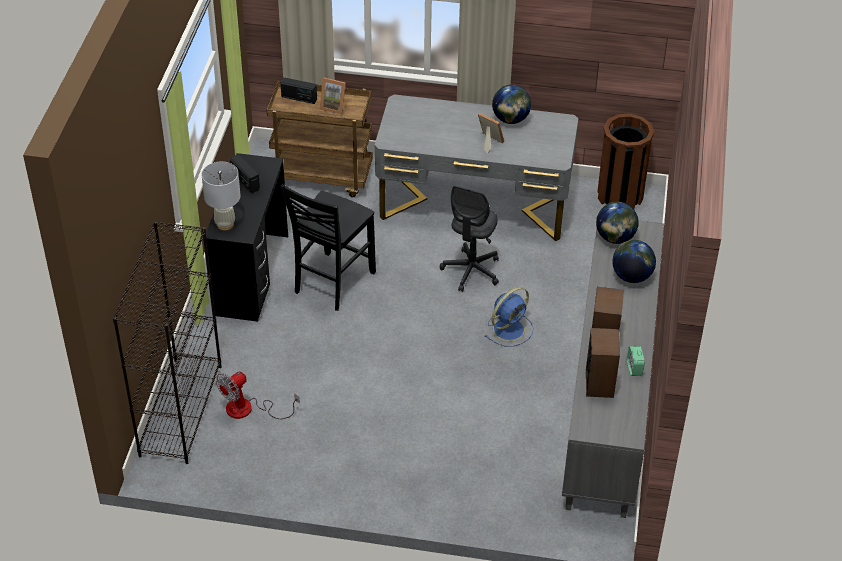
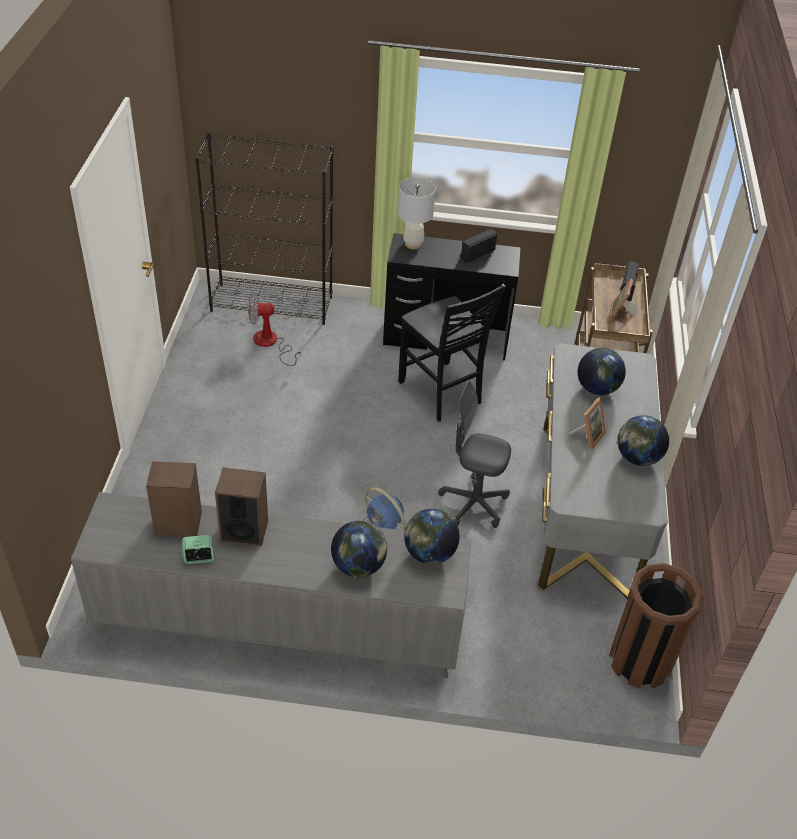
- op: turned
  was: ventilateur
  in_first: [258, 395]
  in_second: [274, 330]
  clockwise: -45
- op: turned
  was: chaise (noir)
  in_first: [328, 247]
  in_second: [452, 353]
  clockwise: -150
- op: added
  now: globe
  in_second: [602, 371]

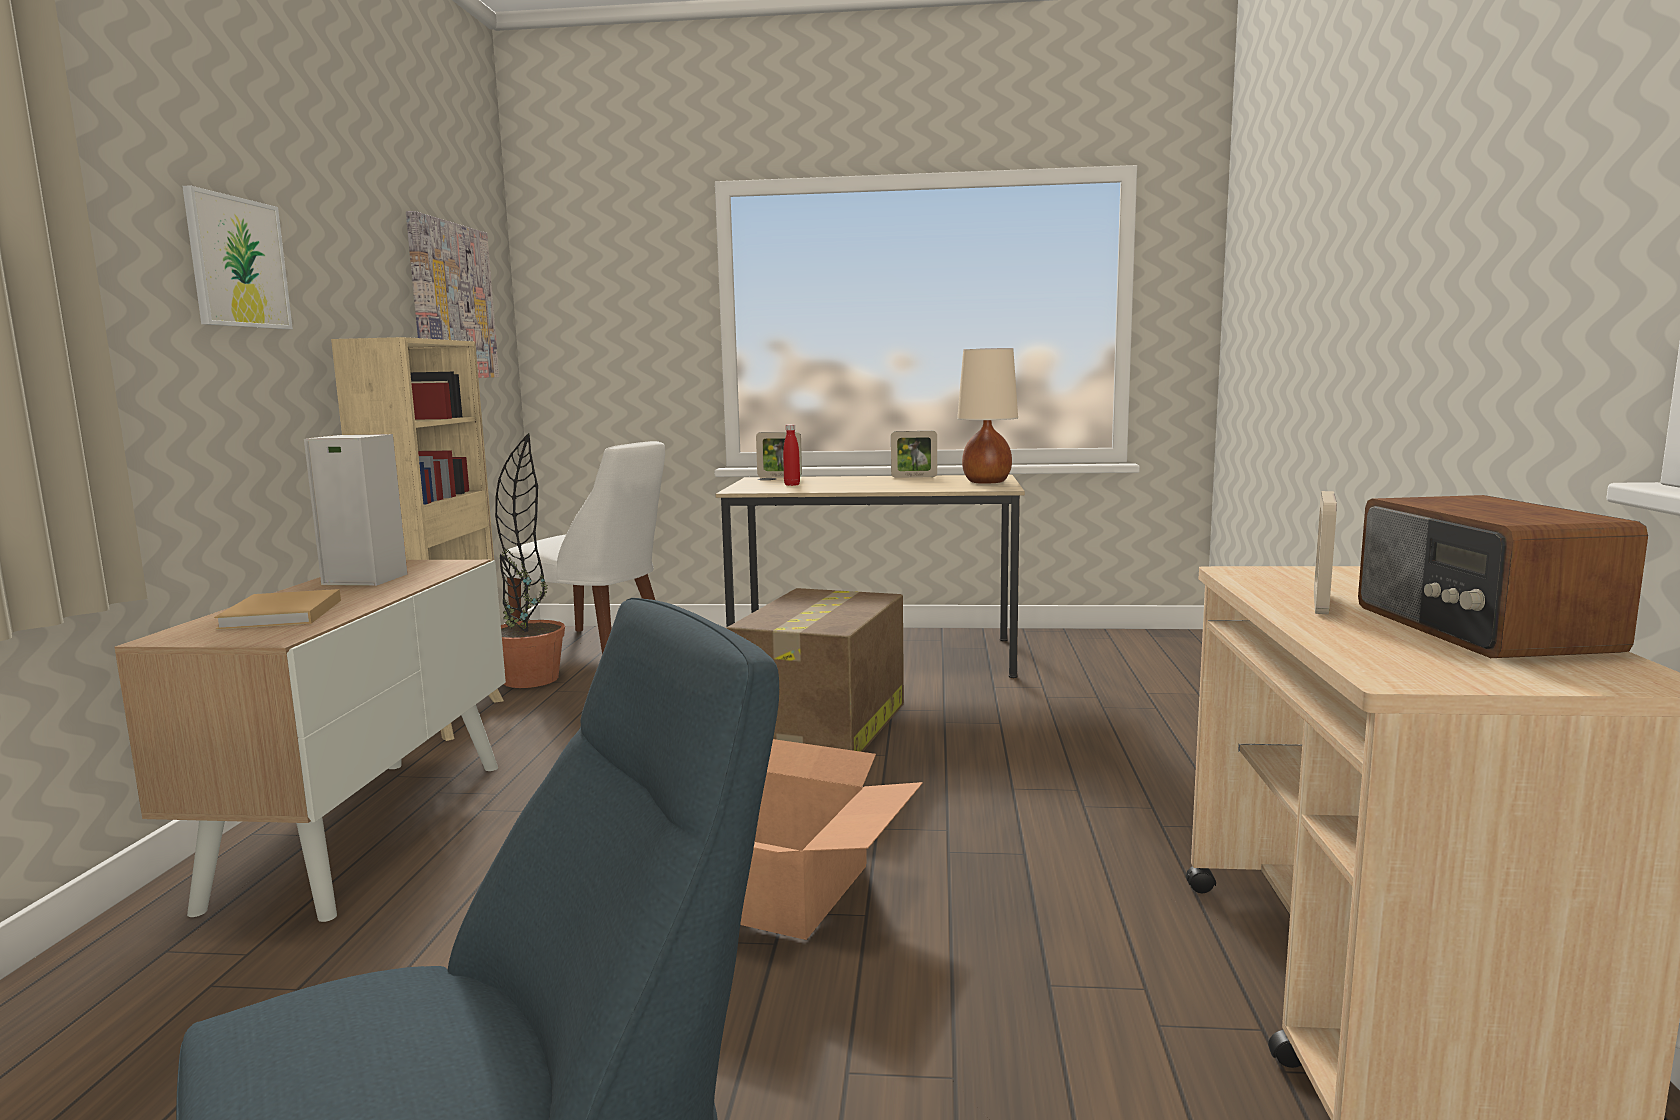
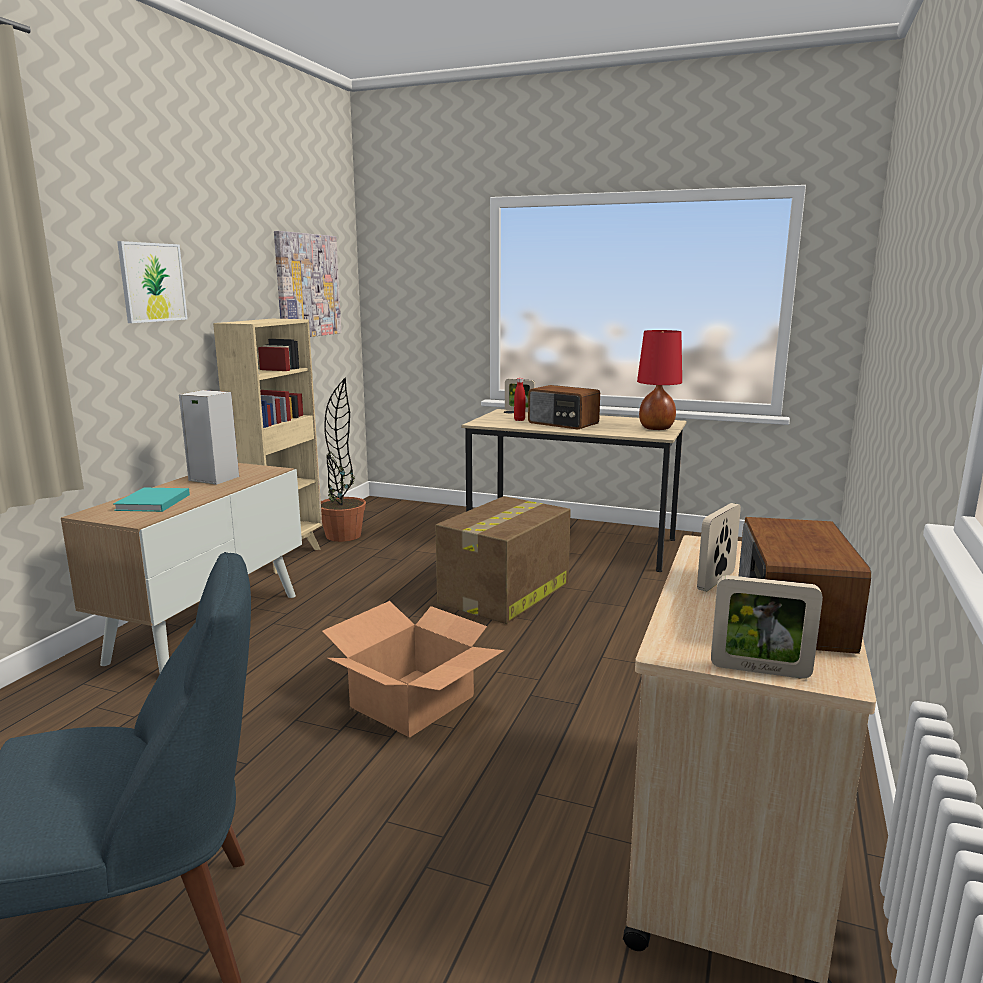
- op: recoloured
  was: livre (beige)
  now: livre (turquoise)
  in_first: [277, 609]
  in_second: [151, 500]
- op: removed
  was: chaise (blanc)
  in_first: [584, 547]
- op: moved
  was: cadre photo
  in_first: [914, 454]
  in_second: [767, 627]
- op: recoloured
  was: lampe de table (beige)
  now: lampe de table (rouge)
  in_first: [987, 415]
  in_second: [659, 380]
- op: added
  now: radio
  in_second: [564, 407]

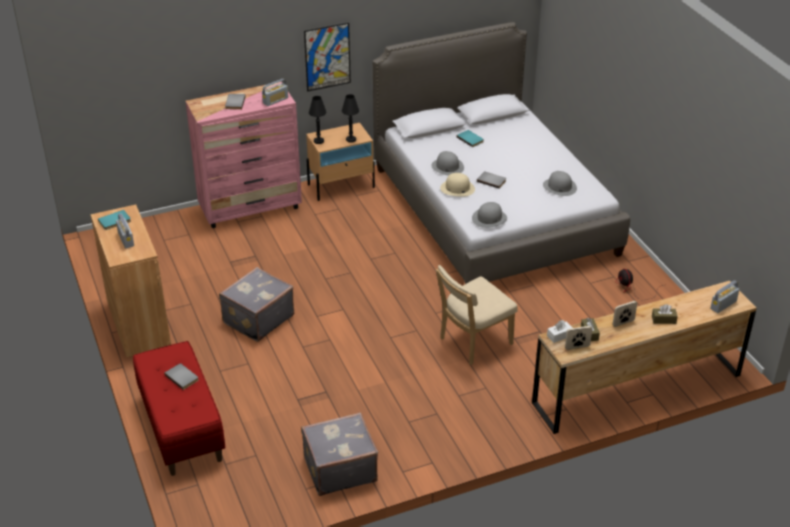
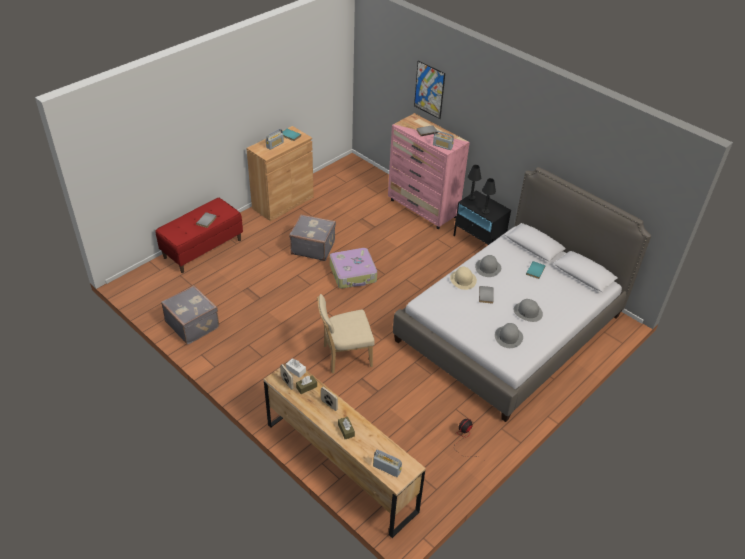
- op: moved
  was: tableau
  in_first: [327, 57]
  in_second: [429, 89]
- op: recoloured
  was: table de chevet (beige)
  now: table de chevet (noir)
  in_first: [340, 162]
  in_second: [482, 217]
- op: turned
  was: chaise (beige)
  in_first: [477, 315]
  in_second: [346, 334]
  clockwise: -45
- op: moved
  was: chapeau (gris)
  in_first: [489, 215]
  in_second: [528, 310]
- op: added
  now: valise
  in_second: [353, 268]

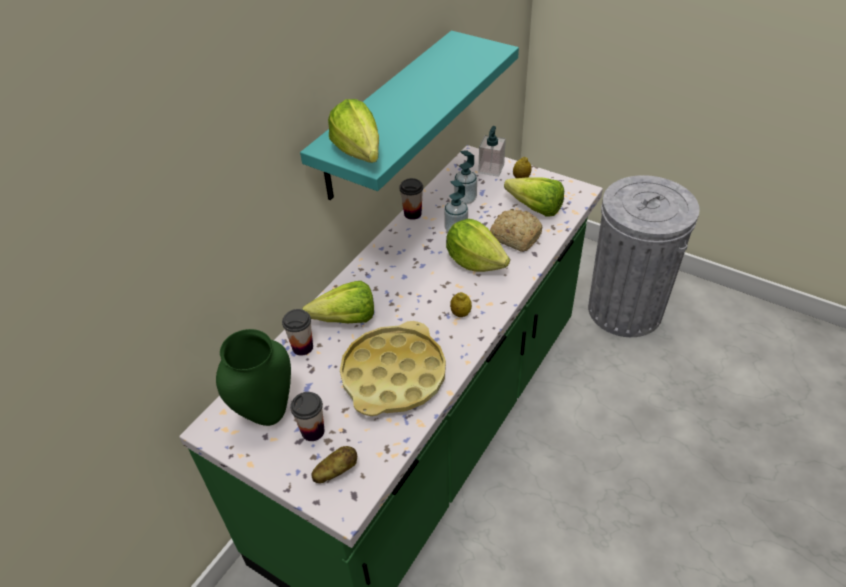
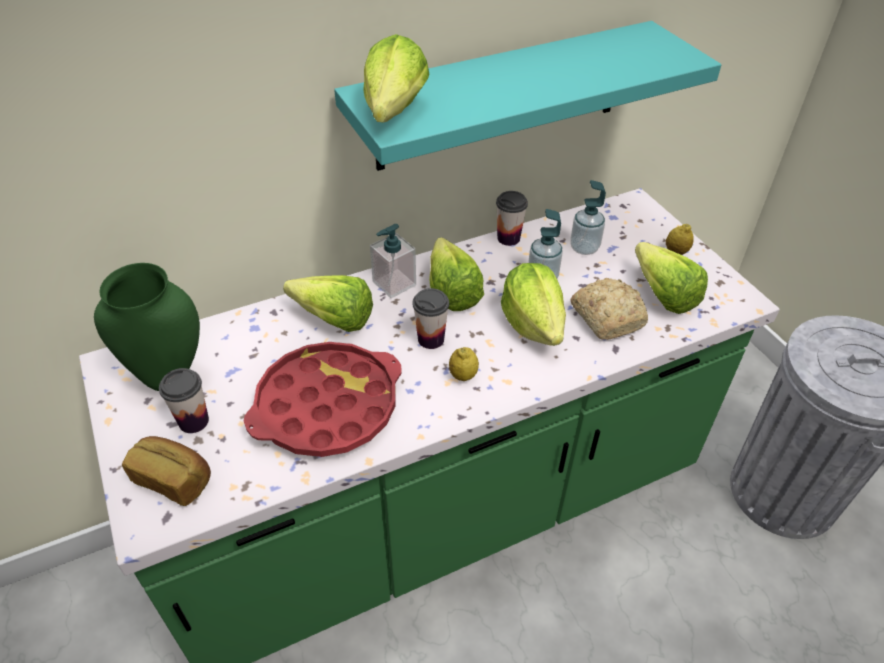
- op: moved
  was: tasse
  in_first: [297, 332]
  in_second: [431, 318]
- op: replaced
  was: pomme de terre
  now: pain
  in_first: [334, 464]
  in_second: [166, 471]
- op: recoloured
  was: plateau (jaune)
  now: plateau (rouge)
  in_first: [393, 368]
  in_second: [323, 399]
- op: moved
  was: distributeur de savon
  in_first: [492, 151]
  in_second: [393, 261]
- op: added
  now: laitue
  in_second: [456, 274]

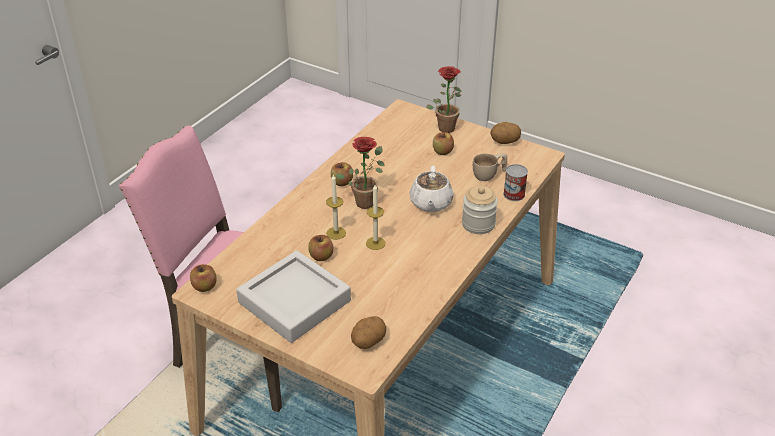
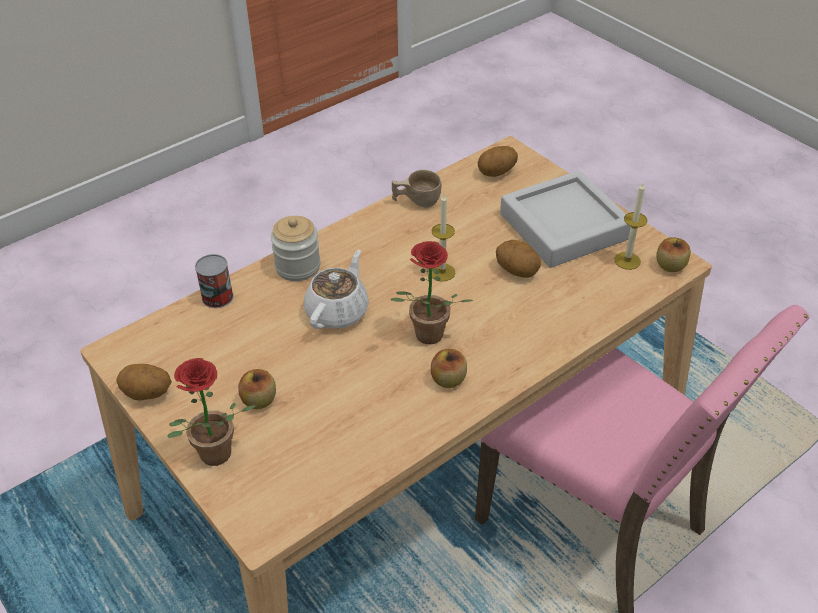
- op: replaced
  was: pomme
  now: pomme de terre
  in_first: [321, 248]
  in_second: [518, 259]
- op: moved
  was: bougie
  in_first: [336, 207]
  in_second: [630, 226]
- op: moved
  was: tasse (beige)
  in_first: [490, 167]
  in_second: [416, 189]

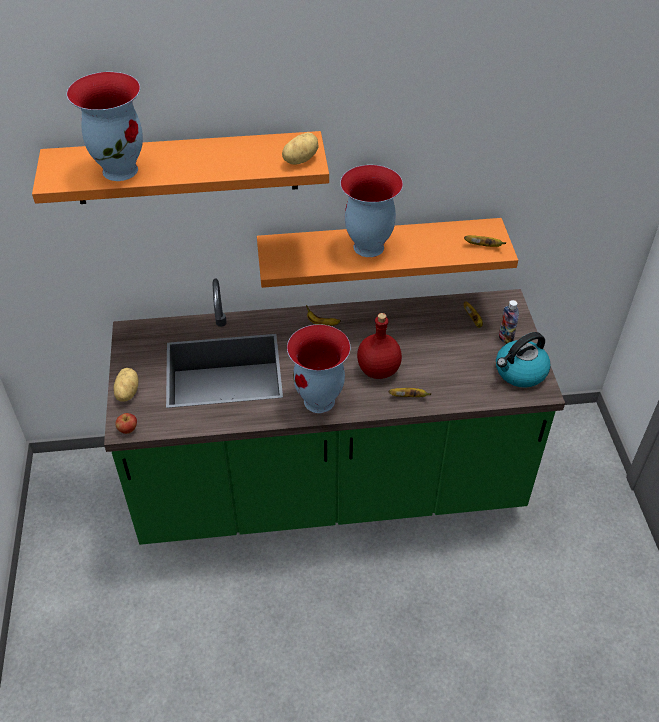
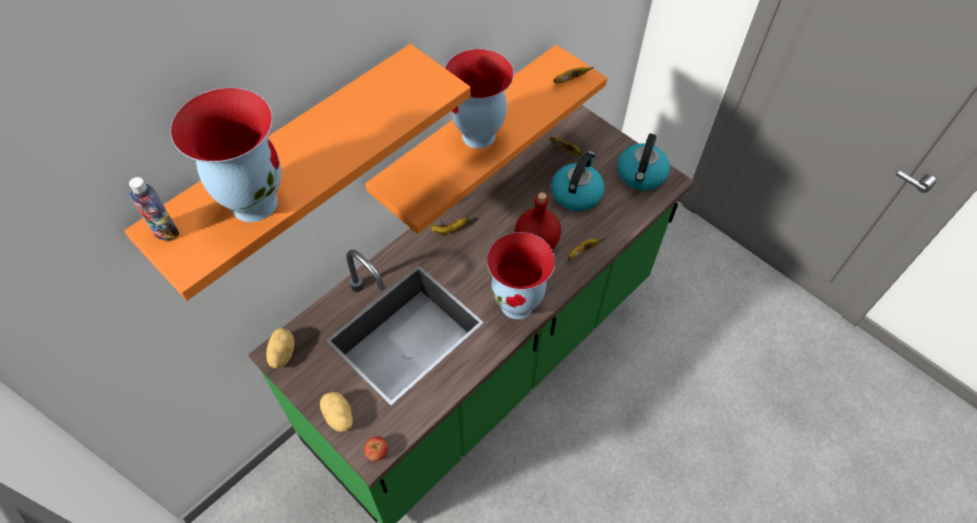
- op: moved
  was: pomme de terre
  in_first: [300, 148]
  in_second: [280, 348]
- op: moved
  was: bouteille
  in_first: [509, 322]
  in_second: [154, 209]
- op: added
  now: bouilloire
  in_second: [577, 181]

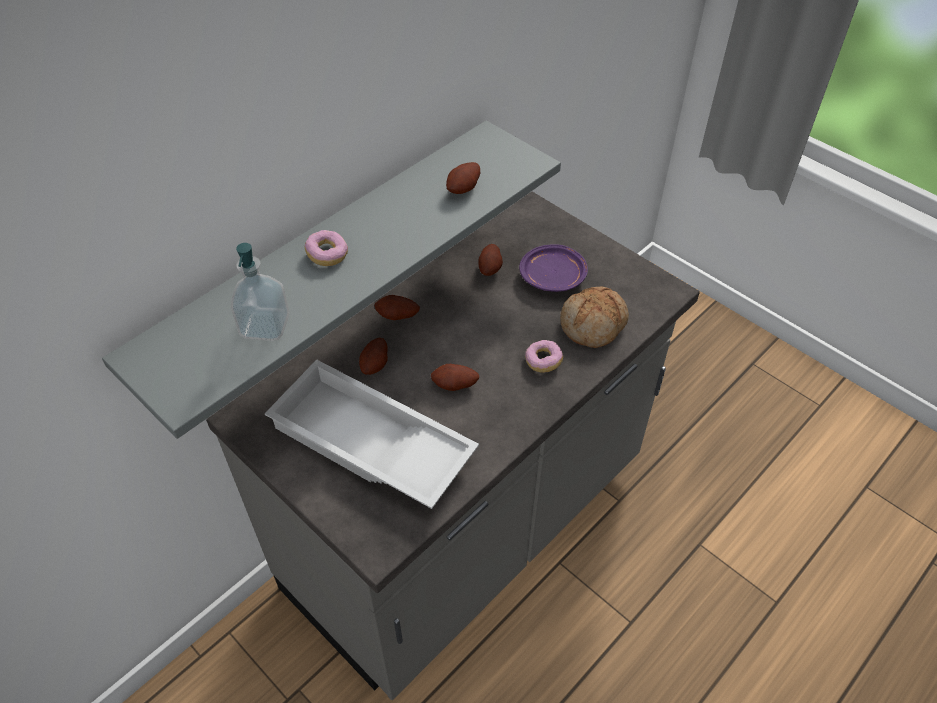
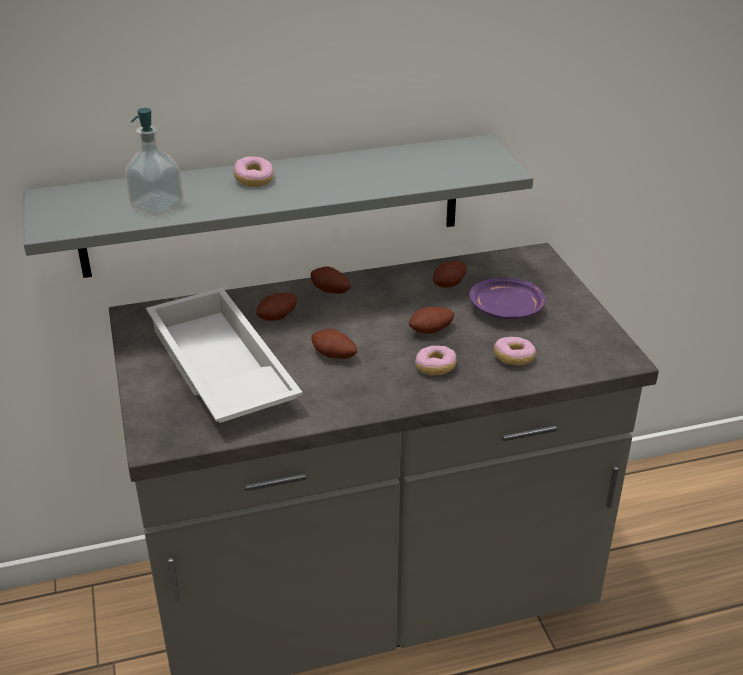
- op: moved
  was: pomme de terre
  in_first: [463, 178]
  in_second: [431, 320]
- op: replaced
  was: pain
  now: beignet
  in_first: [594, 317]
  in_second: [515, 351]

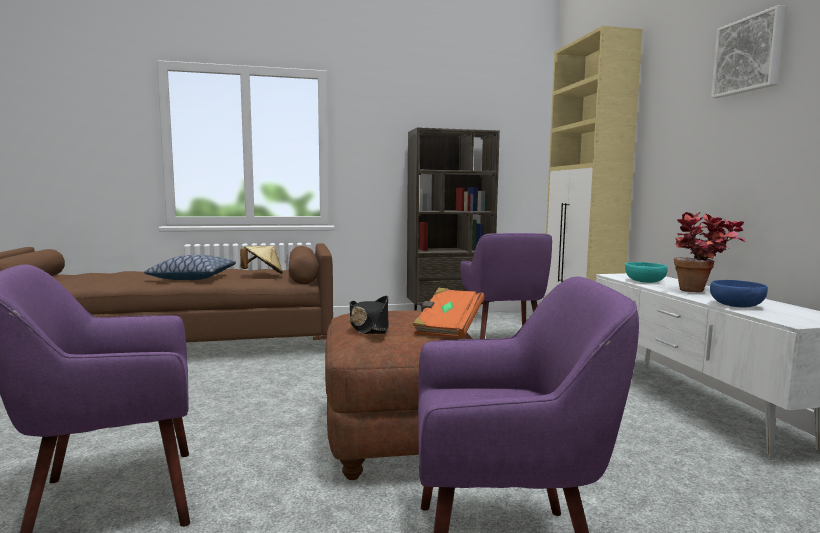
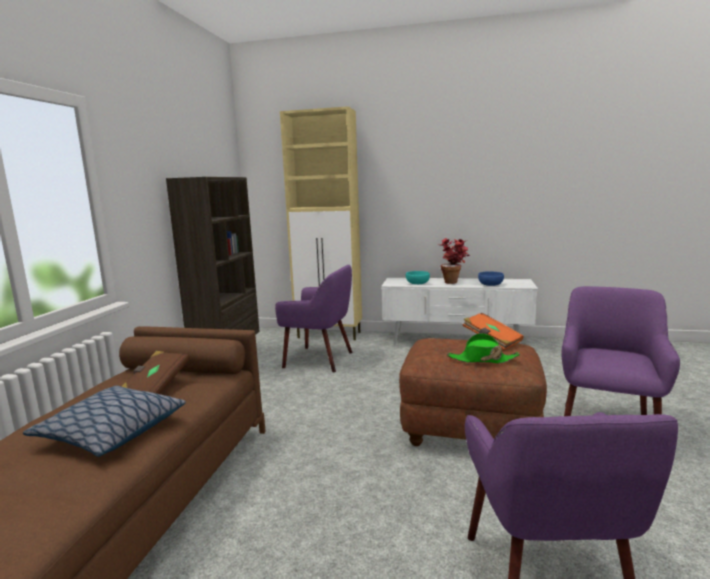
- op: replaced
  was: chapeau (beige)
  now: livre (marron)
  in_first: [261, 260]
  in_second: [155, 372]
- op: recoloured
  was: chapeau (noir)
  now: chapeau (vert)
  in_first: [369, 314]
  in_second: [483, 348]
- op: removed
  was: tableau
  in_first: [748, 51]

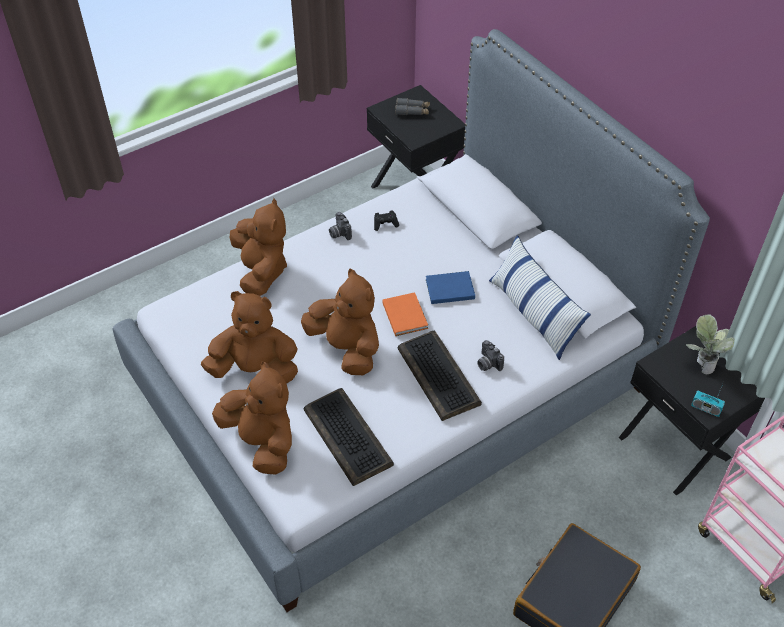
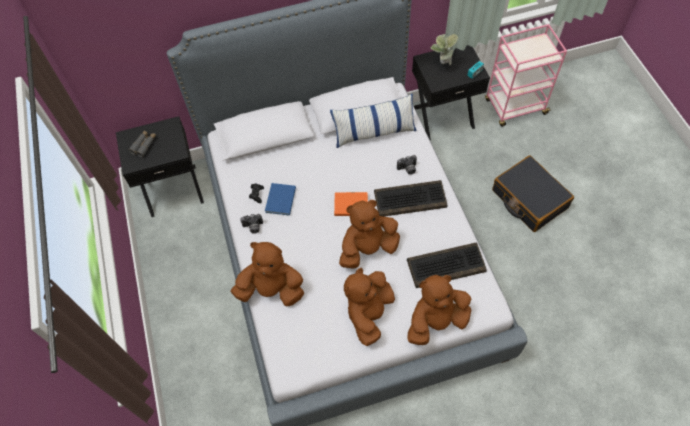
- op: moved
  was: livre (bleu)
  in_first: [450, 287]
  in_second: [280, 199]

